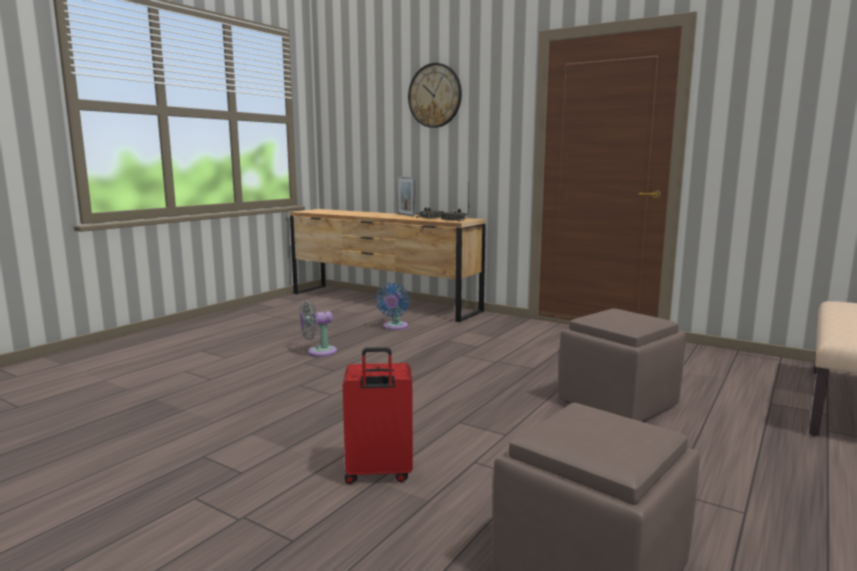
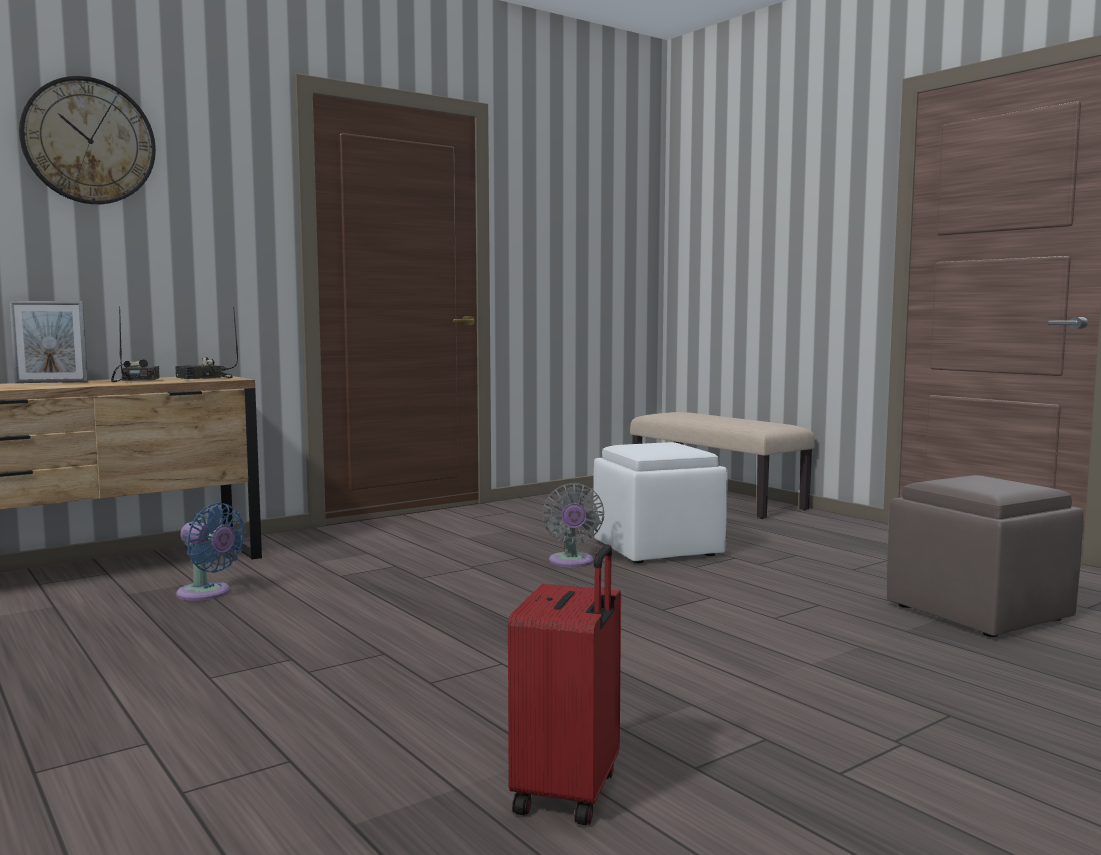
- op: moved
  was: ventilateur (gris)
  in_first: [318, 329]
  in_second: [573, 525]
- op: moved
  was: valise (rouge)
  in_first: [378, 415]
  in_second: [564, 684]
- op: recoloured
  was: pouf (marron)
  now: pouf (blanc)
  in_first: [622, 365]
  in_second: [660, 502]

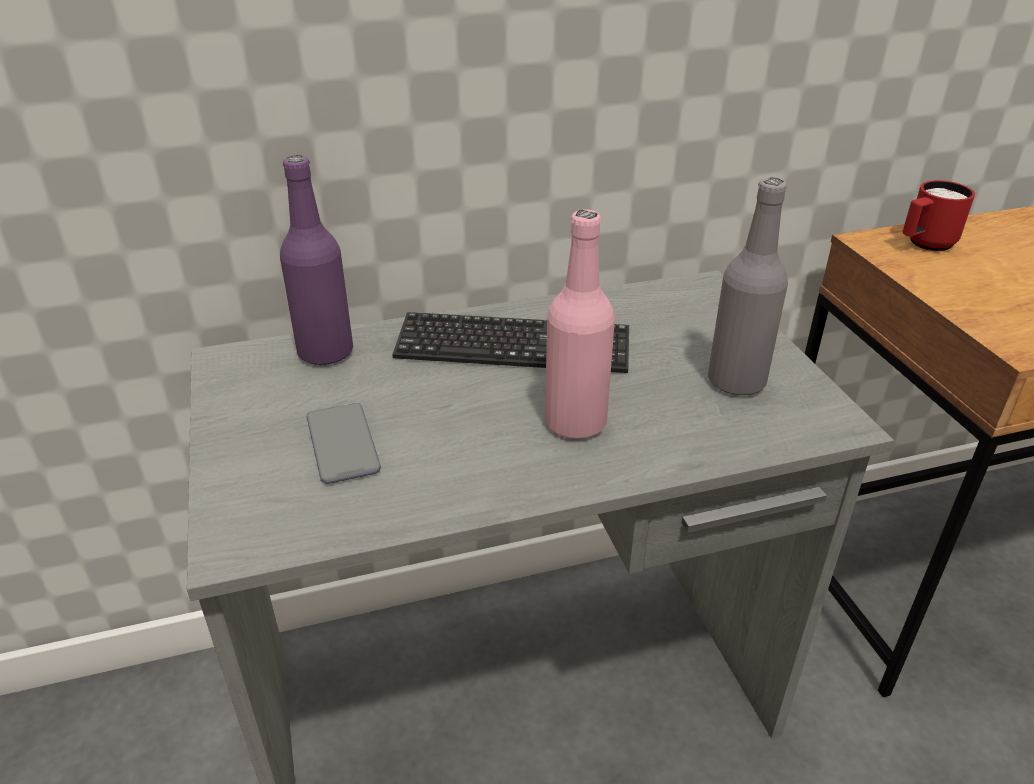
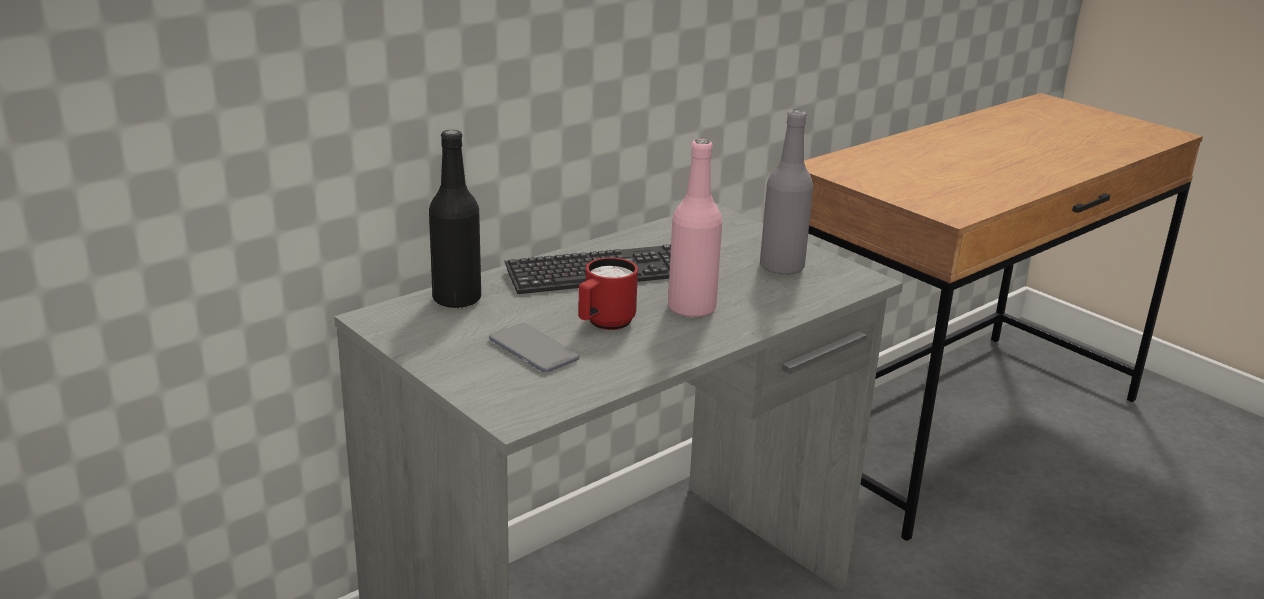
- op: recoloured
  was: bouteille (violet)
  now: bouteille (noir)
  in_first: [316, 260]
  in_second: [455, 219]
- op: moved
  was: mug (rouge)
  in_first: [938, 215]
  in_second: [608, 293]

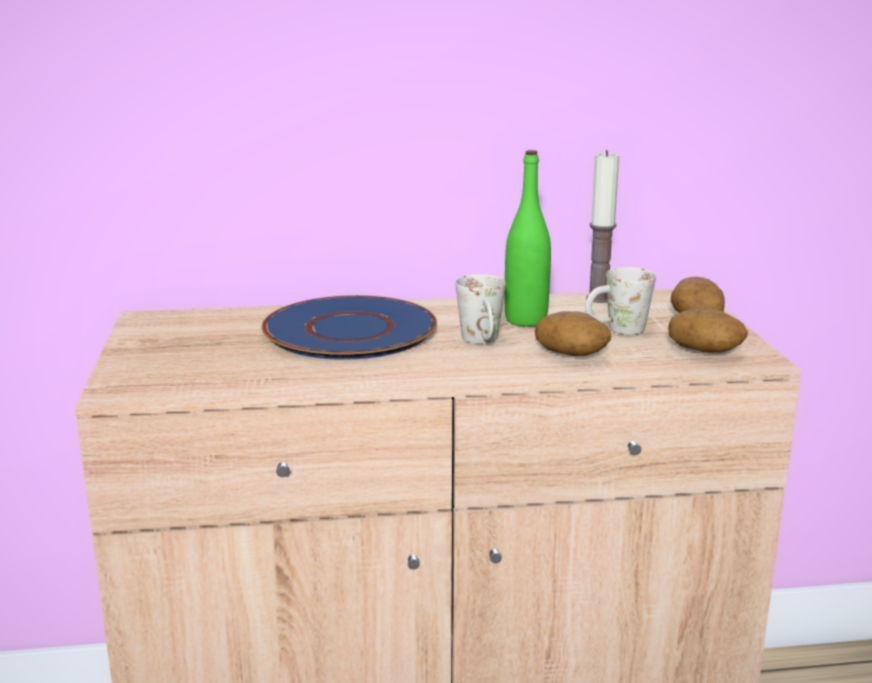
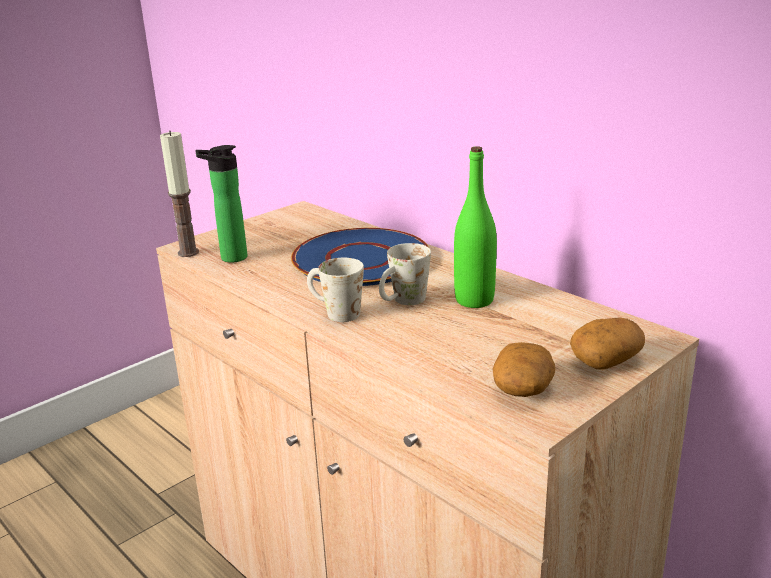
- op: removed
  was: pomme de terre
  in_first: [573, 333]
- op: moved
  was: mug (blanc)
  in_first: [620, 301]
  in_second: [335, 290]
- op: moved
  was: bougie
  in_first: [602, 226]
  in_second: [179, 193]
- op: added
  now: bouteille
  in_second: [221, 204]

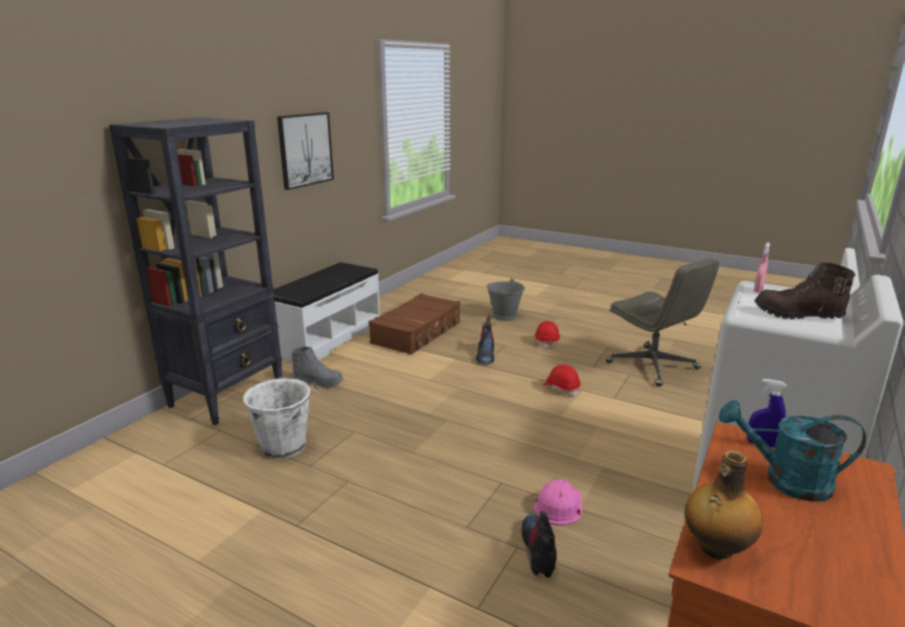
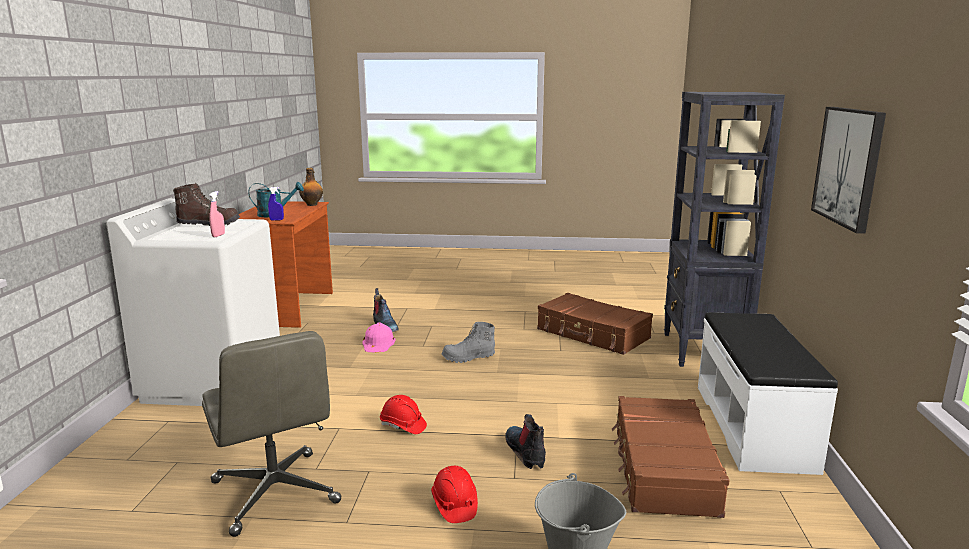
- op: replaced
  was: seau (blanc)
  now: valise (marron)
  in_first: [280, 418]
  in_second: [595, 324]
- op: moved
  was: botte (gris)
  in_first: [317, 367]
  in_second: [468, 342]
- op: turned
  was: chaise de bureau (gris)
  in_first: [662, 322]
  in_second: [271, 434]
  clockwise: -150

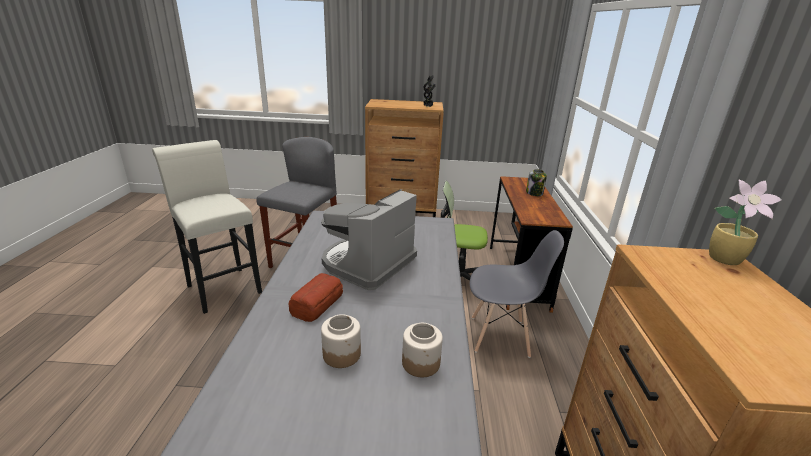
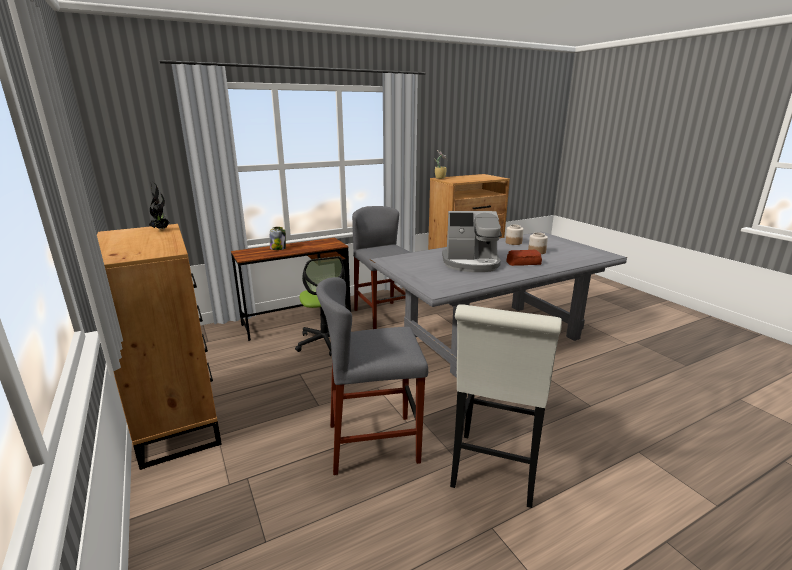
- op: replaced
  was: chaise (gris)
  now: tabouret (gris)
  in_first: [517, 294]
  in_second: [381, 267]

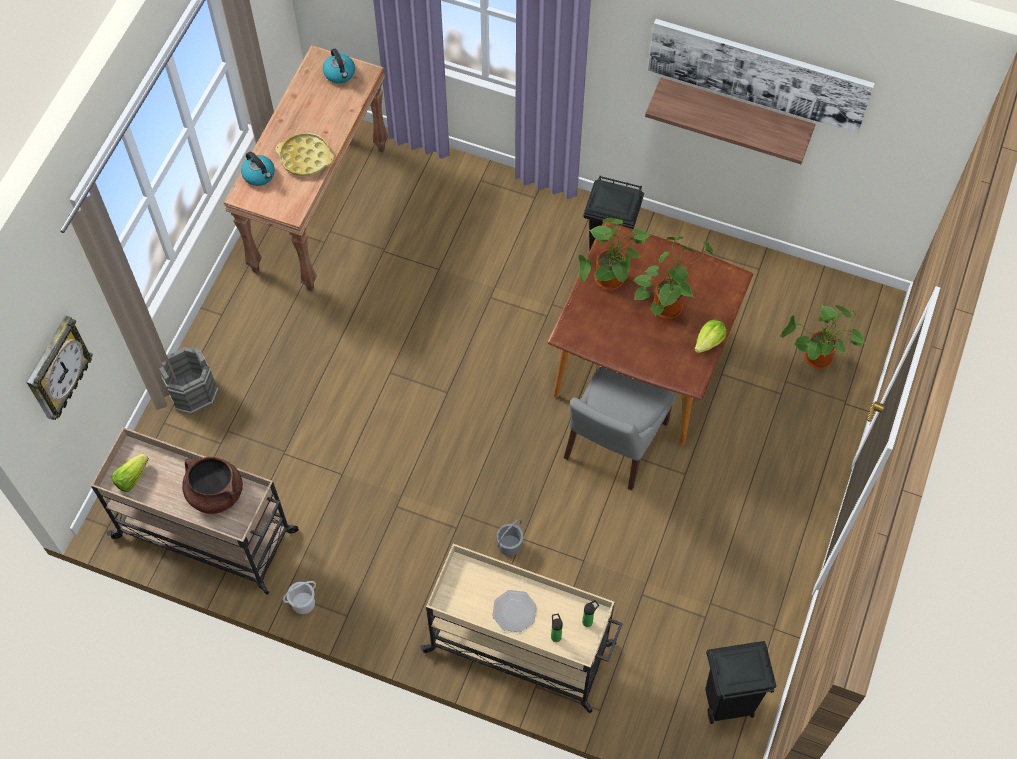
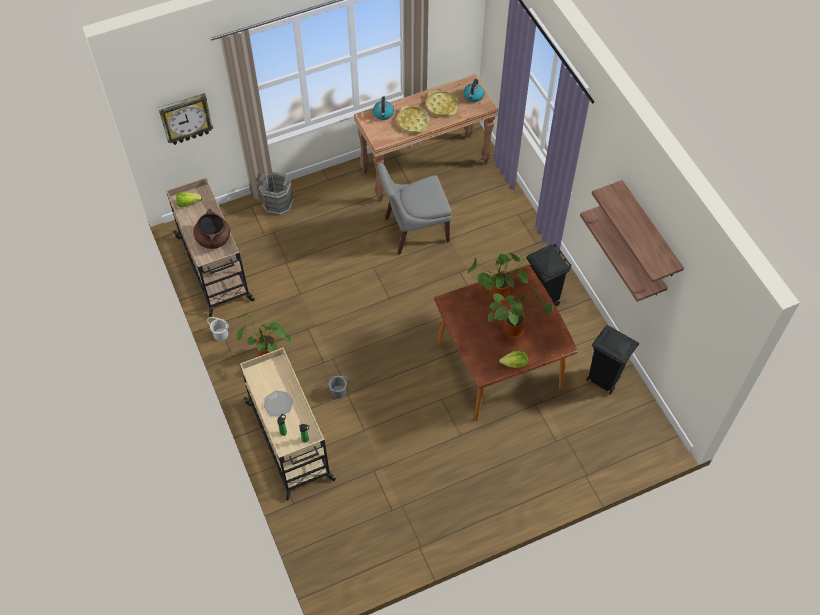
- op: moved
  was: chaise (gris)
  in_first: [620, 428]
  in_second: [414, 209]
- op: replaced
  was: tableau
  now: étagère
  in_first: [761, 76]
  in_second: [638, 231]
- op: moved
  was: poubelle (noir)
  in_first: [740, 682]
  in_second: [612, 360]
- op: moved
  was: plante en pot
  in_first: [822, 337]
  in_second: [264, 332]
- op: added
  now: plateau (jaune)
  in_second: [442, 103]

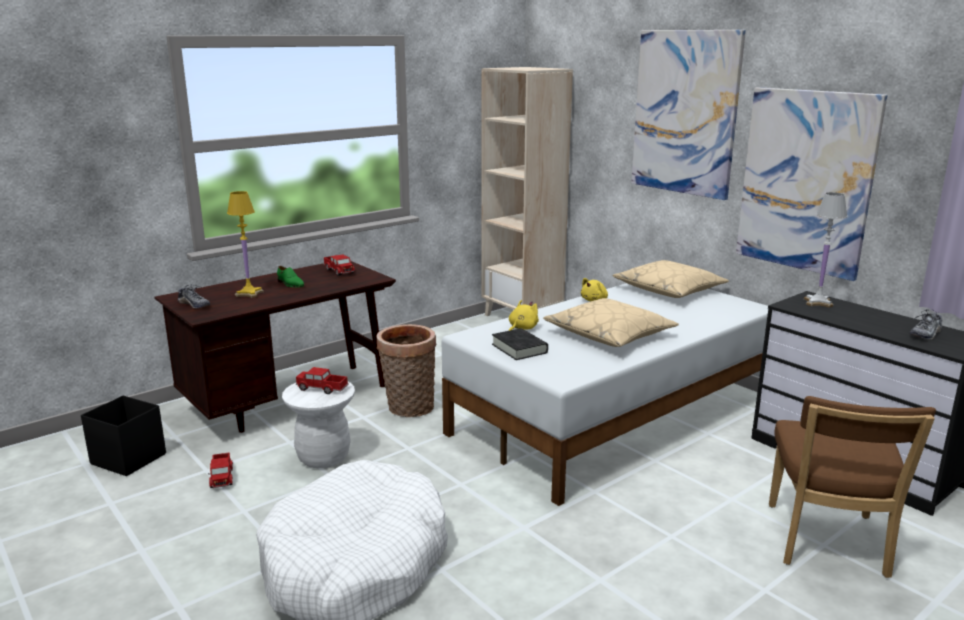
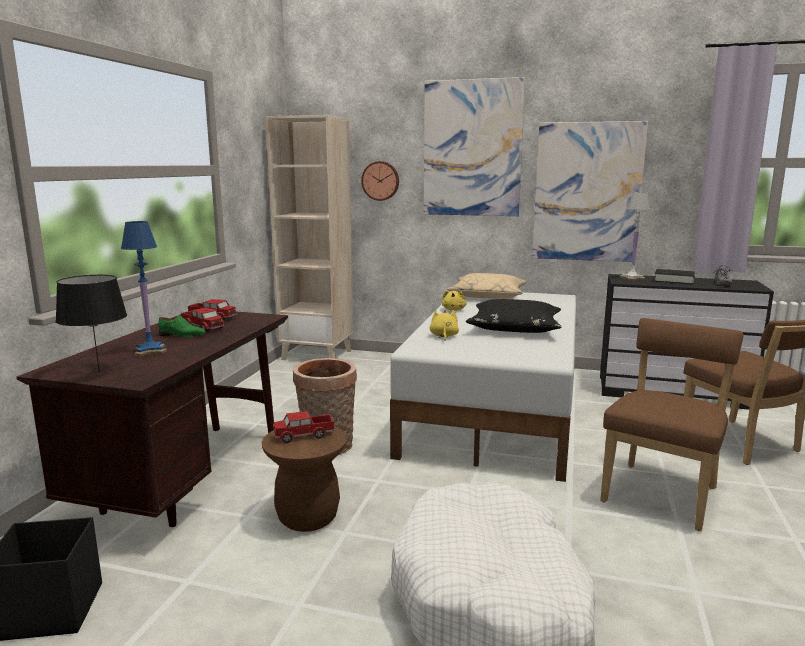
- op: replaced
  was: chaussure
  now: lampe de table (noir)
  in_first: [194, 295]
  in_second: [91, 324]
- op: moved
  was: camion jouet
  in_first: [220, 470]
  in_second: [203, 320]
- op: recoloured
  was: lampe de table (jaune)
  now: lampe de table (bleu)
  in_first: [245, 244]
  in_second: [144, 288]
- op: recoloured
  was: tabouret (blanc)
  now: tabouret (marron)
  in_first: [318, 425]
  in_second: [304, 479]
- op: moved
  was: livre (noir)
  in_first: [520, 344]
  in_second: [674, 276]
- op: recoloured
  was: coussin (beige)
  now: coussin (noir)
  in_first: [611, 322]
  in_second: [514, 316]
- op: added
  now: horloge murale
  in_second: [380, 181]
- op: added
  now: chaise (marron)
  in_second: [671, 424]

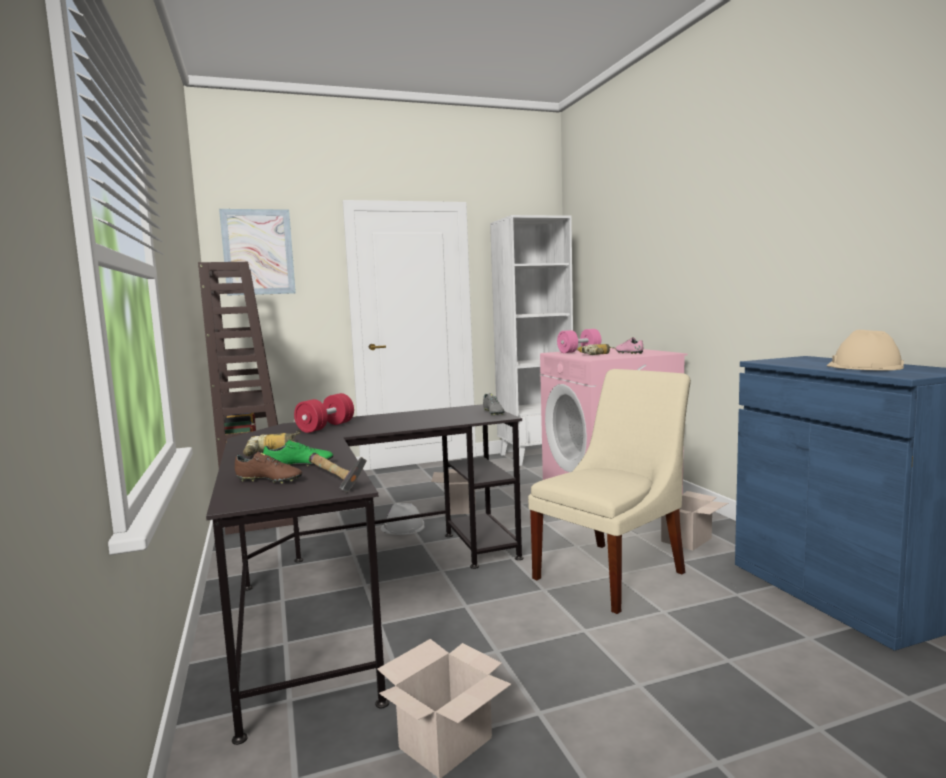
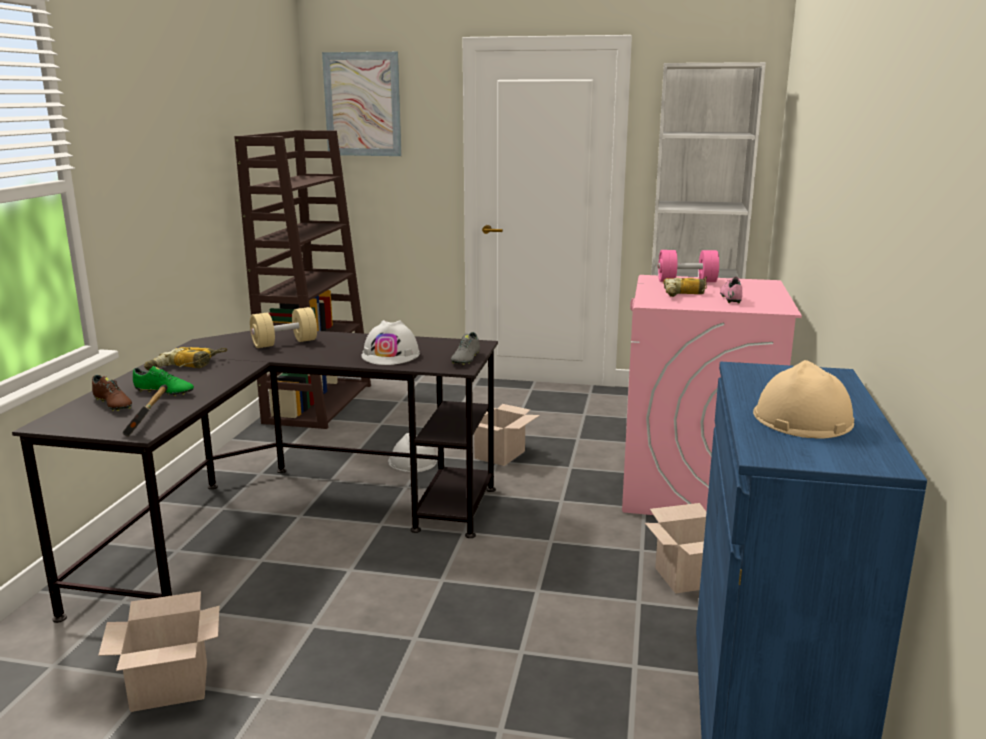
- op: recoloured
  was: haltère (rouge)
  now: haltère (beige)
  in_first: [324, 413]
  in_second: [283, 327]
- op: removed
  was: chaise (beige)
  in_first: [609, 491]
- op: added
  now: casque de chantier (blanc)
  in_second: [390, 342]

